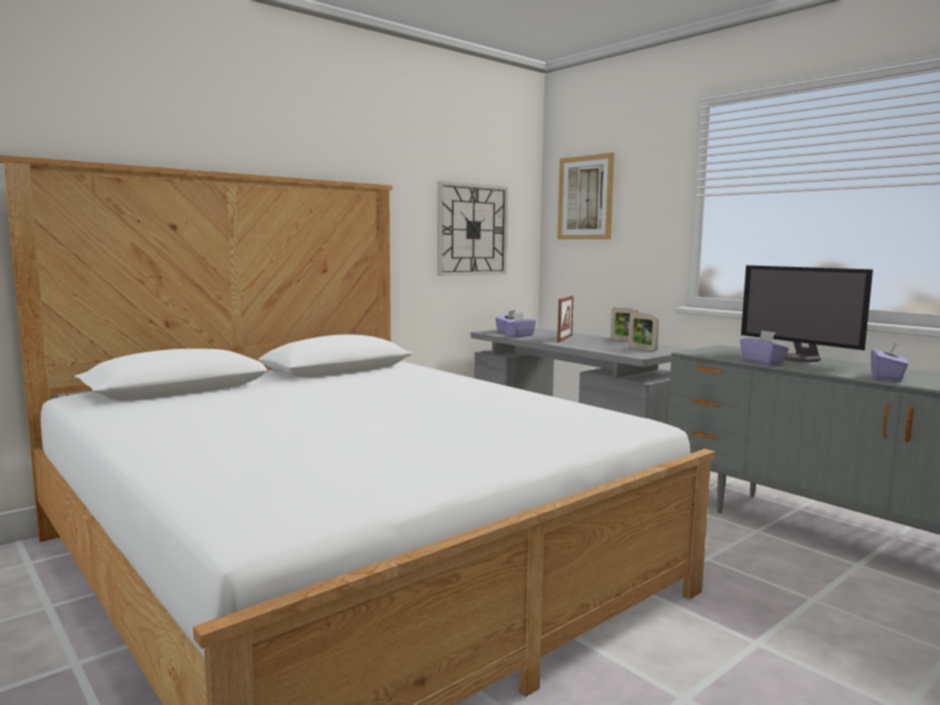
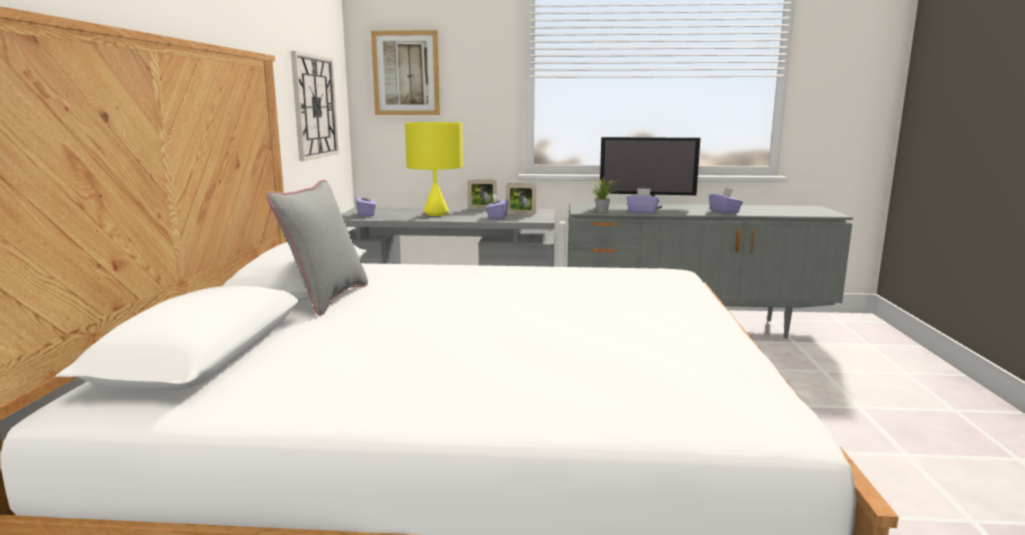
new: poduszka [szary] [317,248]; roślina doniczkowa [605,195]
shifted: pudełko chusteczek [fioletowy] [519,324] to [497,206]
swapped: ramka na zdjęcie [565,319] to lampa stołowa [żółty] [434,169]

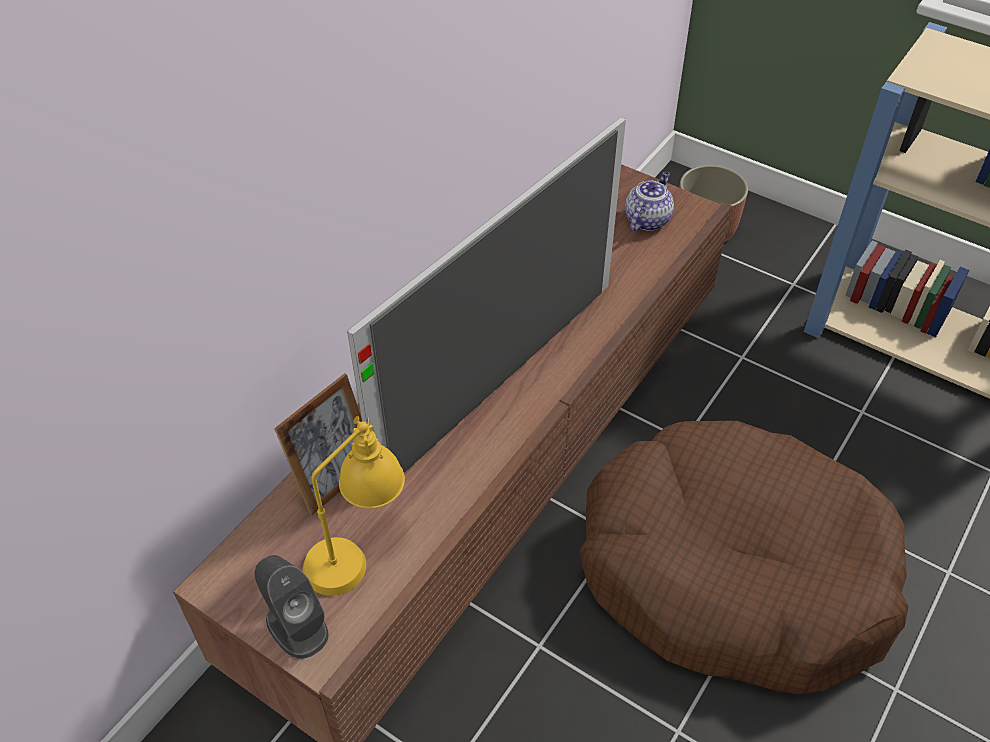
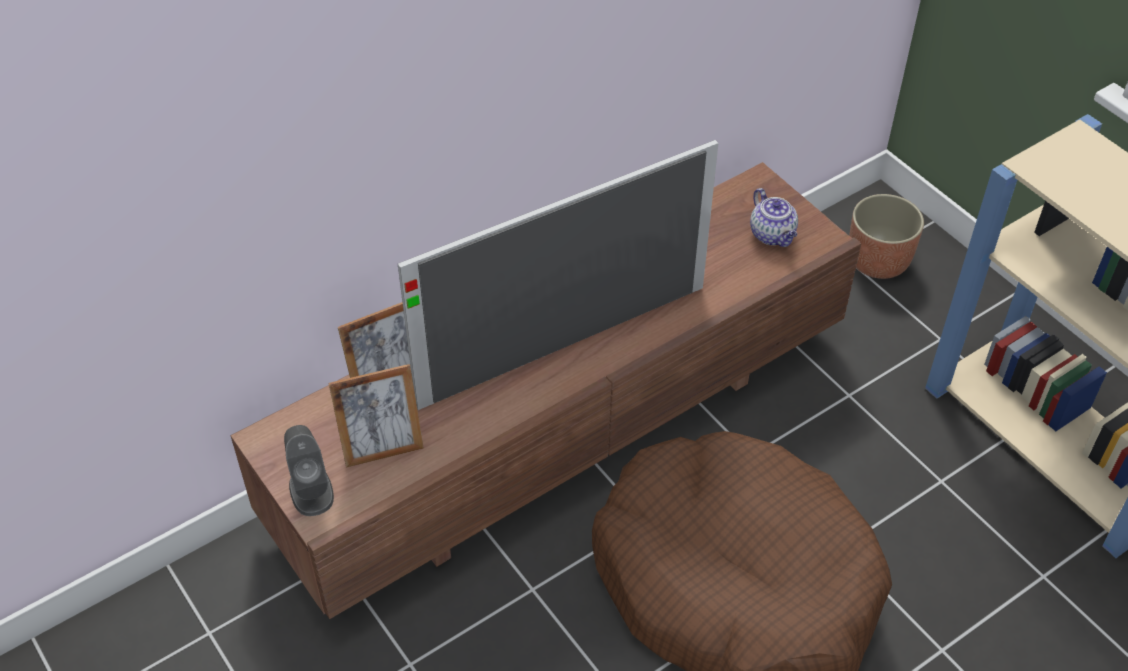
swapped: lampa stołowa [żółty] [354,506] to ramka na zdjęcie [376,415]
rotated: imbryk [649,201] = [774,217] 105 degrees clockwise

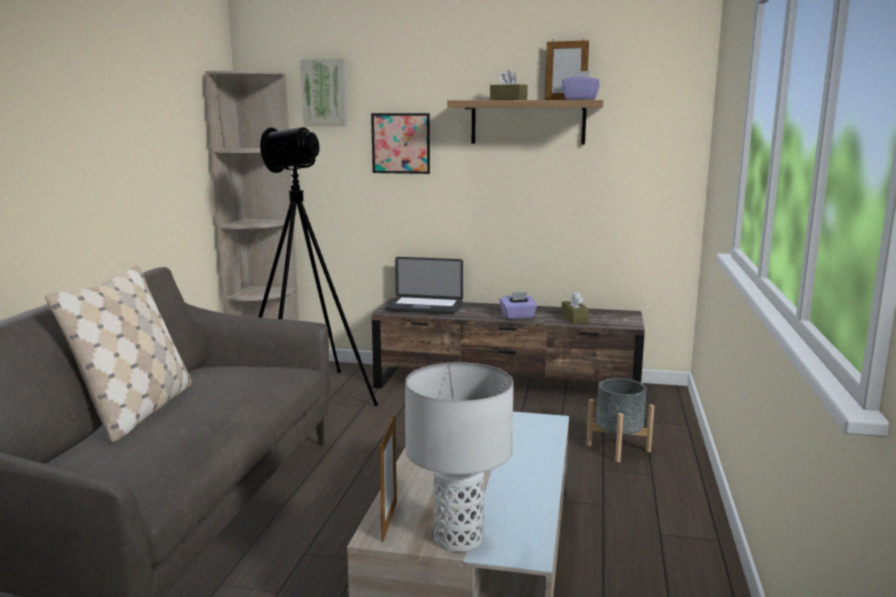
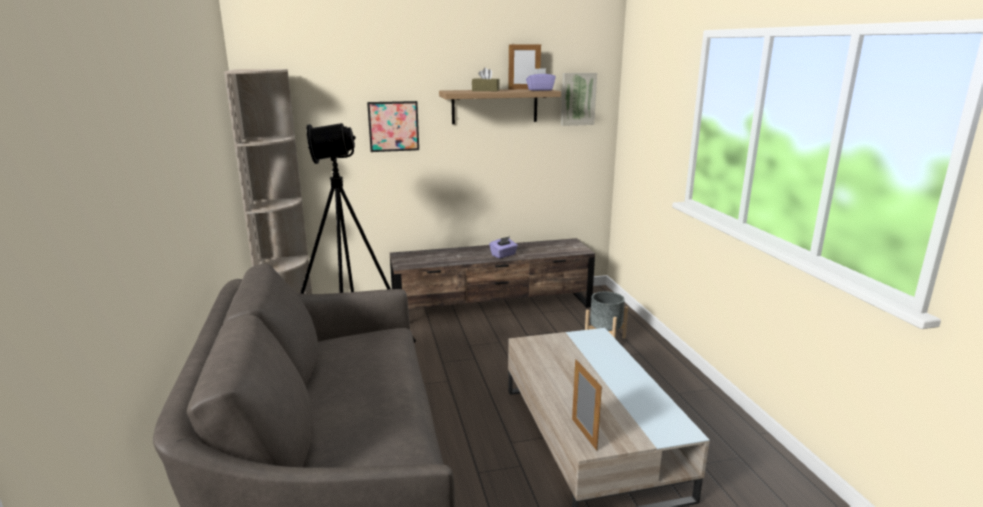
gone: poduszka [beżowy] [118,353]; laptop [424,285]; lampa stołowa [biały] [459,457]; pudełko chusteczek [brązowy] [575,308]
shifted: obraz [324,93] to [579,99]

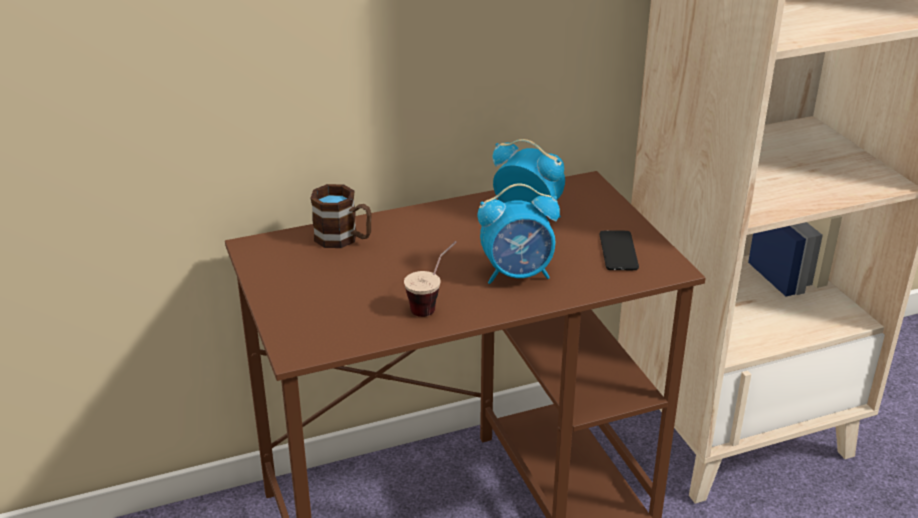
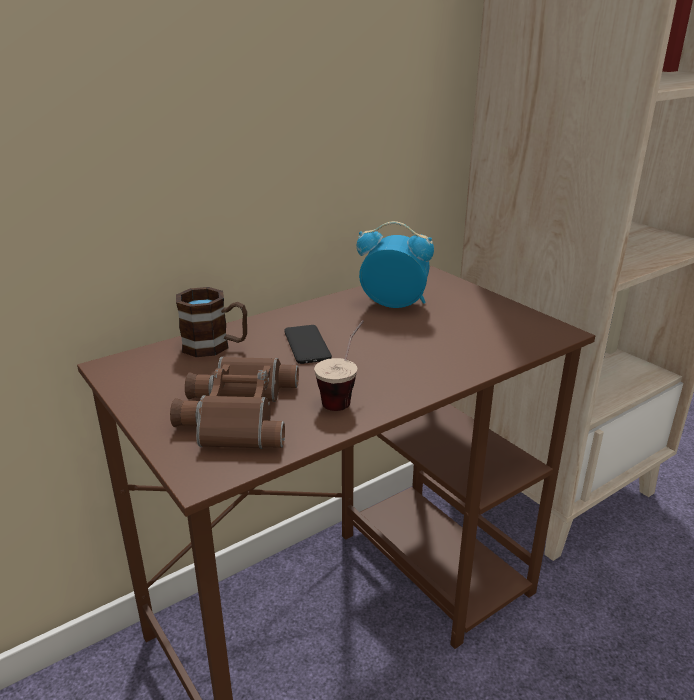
gone: budzik [519,233]
new: lornetka [brązowy] [234,403]
shifted: telefon [619,250] to [308,344]

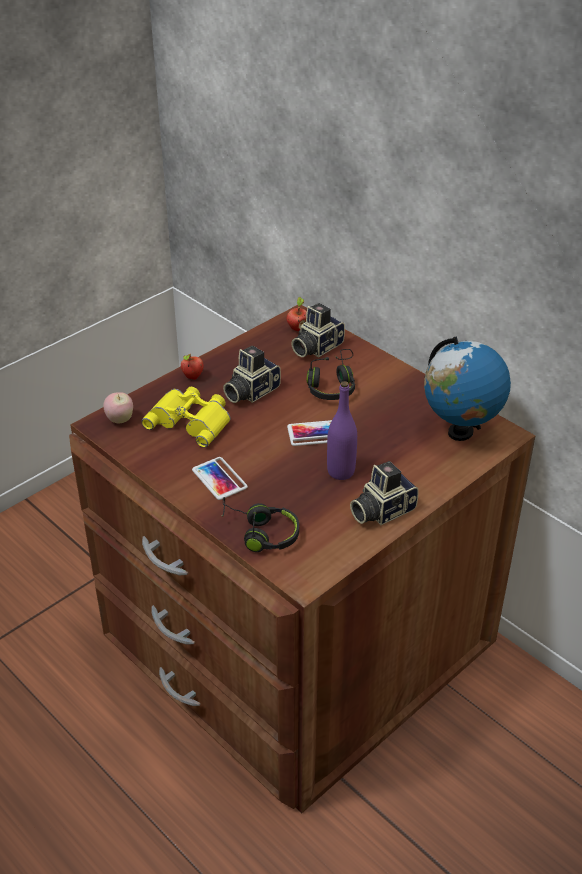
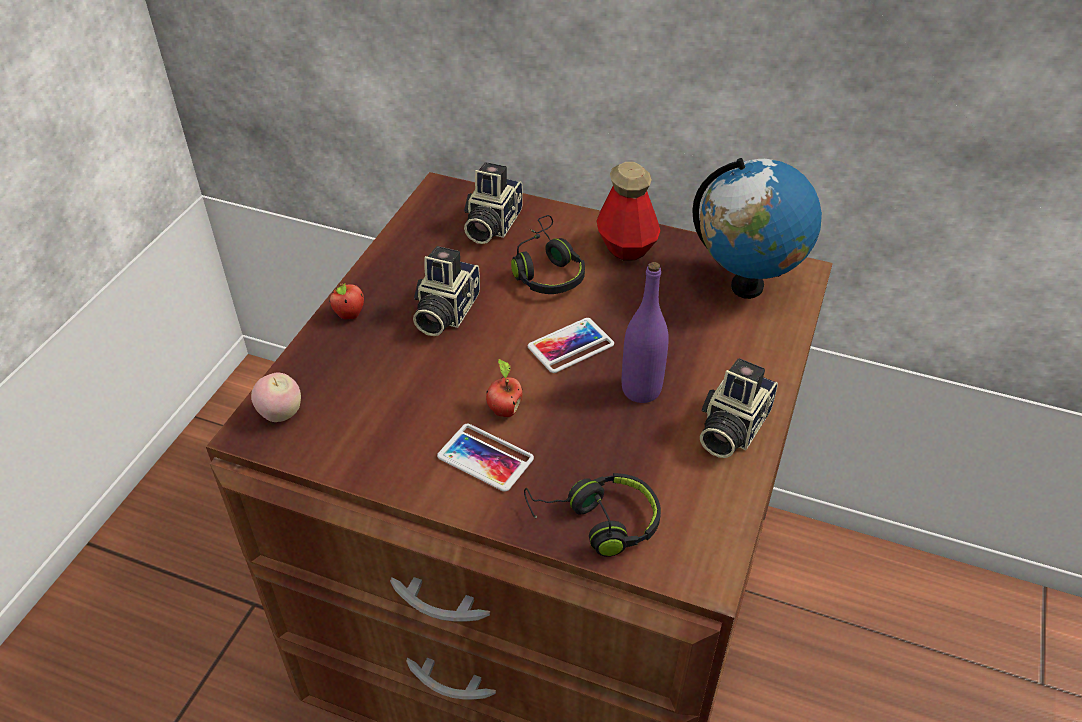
gone: lornetka [żółty] [186,417]
new: butelka [628,211]
shifted: jabłko [297,314] to [504,388]

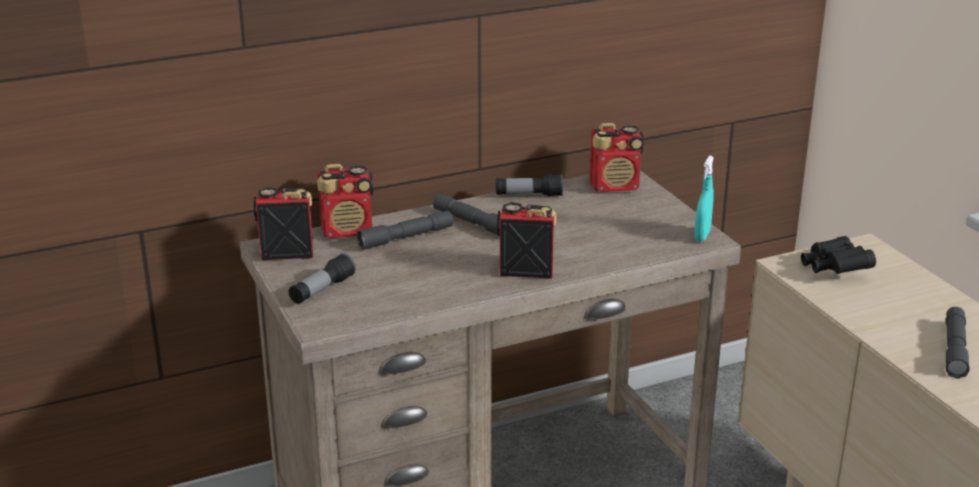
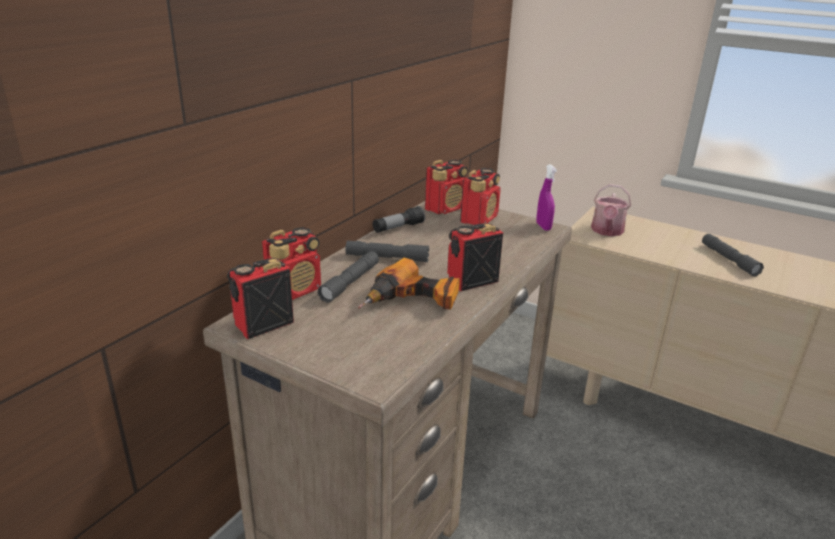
gone: latarka [322,278]
new: wiertarka [409,284]; radio [480,196]
swapped: lornetka [czarny] [838,255] to konewka [611,210]
repainted: spryskiwacz [turkusowy] [704,199] to spryskiwacz [fioletowy] [546,197]

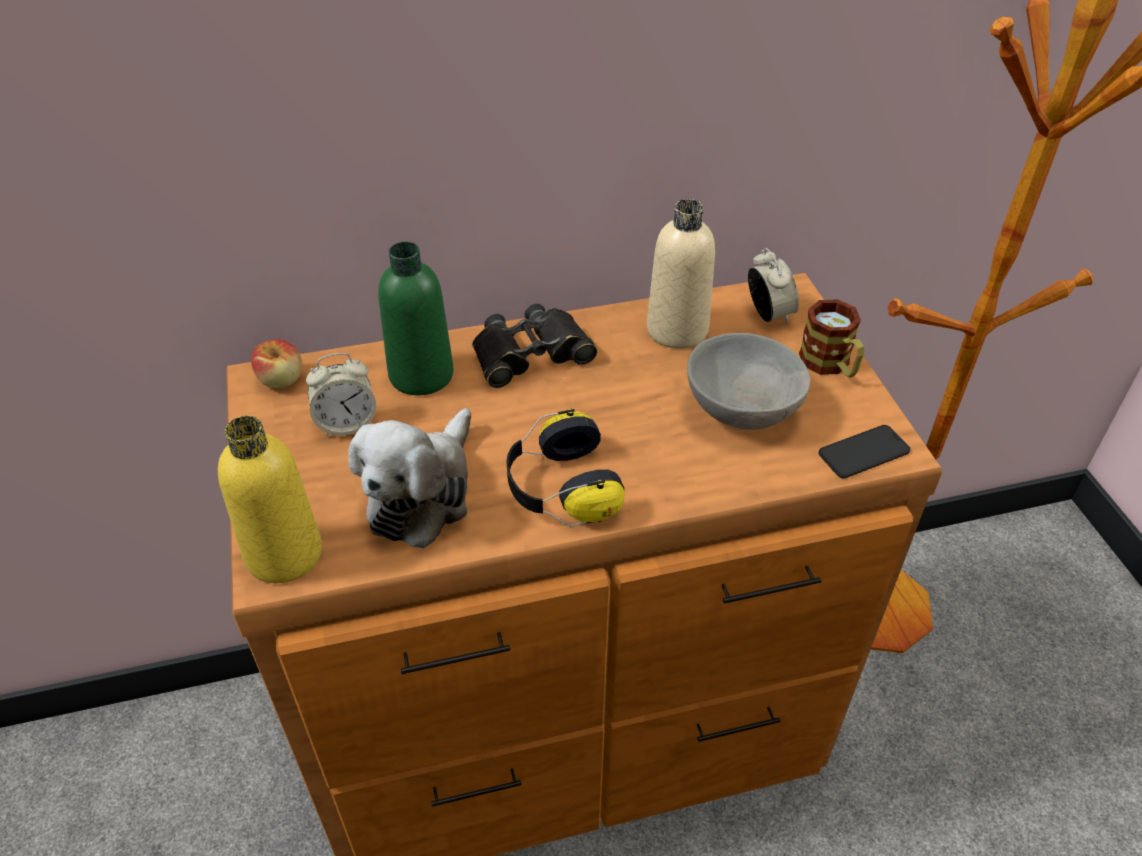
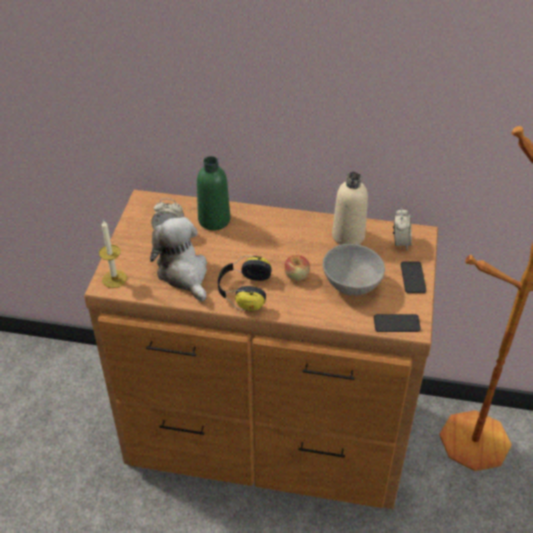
gone: lornetka [czarny] [534,346]
shifted: jabłko [276,363] to [297,268]
swapped: butelka [żółty] [270,499] to świeca [113,254]; kubek [831,338] to telefon [413,277]
rotated: pluszak [409,478] = [178,259] 105 degrees clockwise

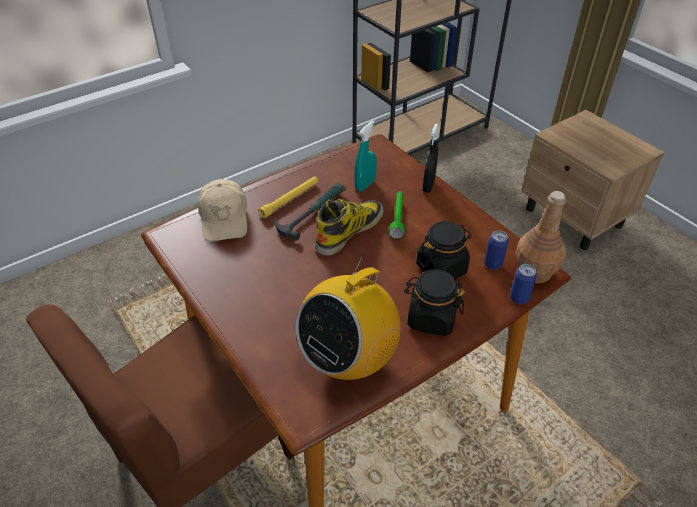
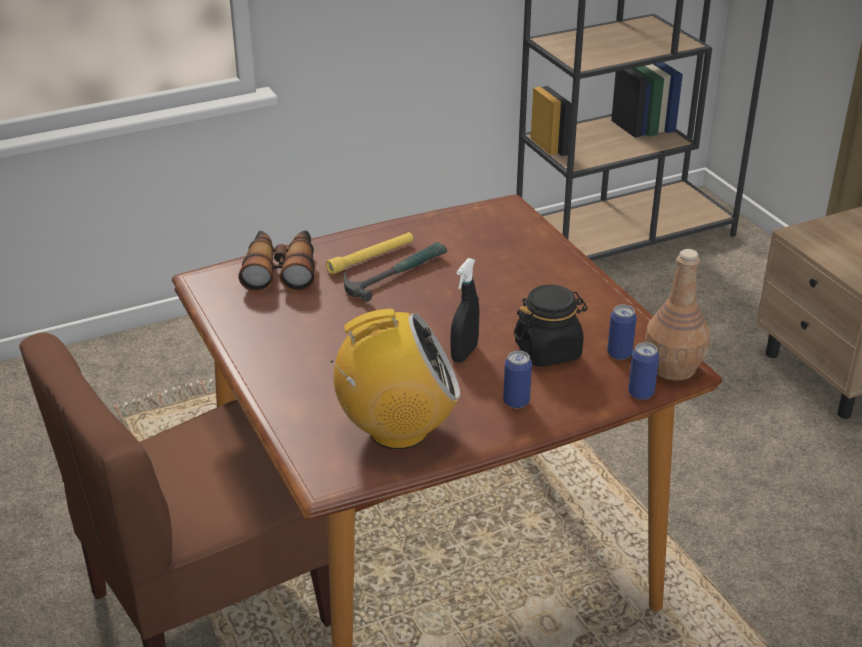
gone: but z cholewką [349,227]; spryskiwacz [turkusowy] [366,156]; latarka [zielony] [397,215]
shifted: spryskiwacz [czarny] [431,158] to [464,310]
swapped: czapka z daszkiem [beżowy] [222,210] to lornetka [276,261]; słoik [czarny] [434,302] to puszka [517,379]
rotated: radio [348,317] = [395,379] 150 degrees counterclockwise

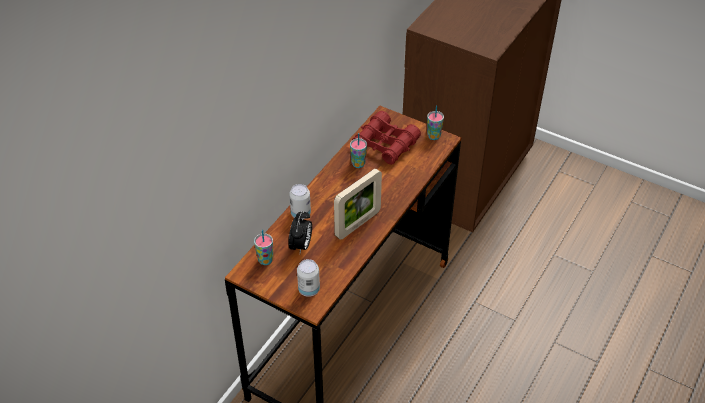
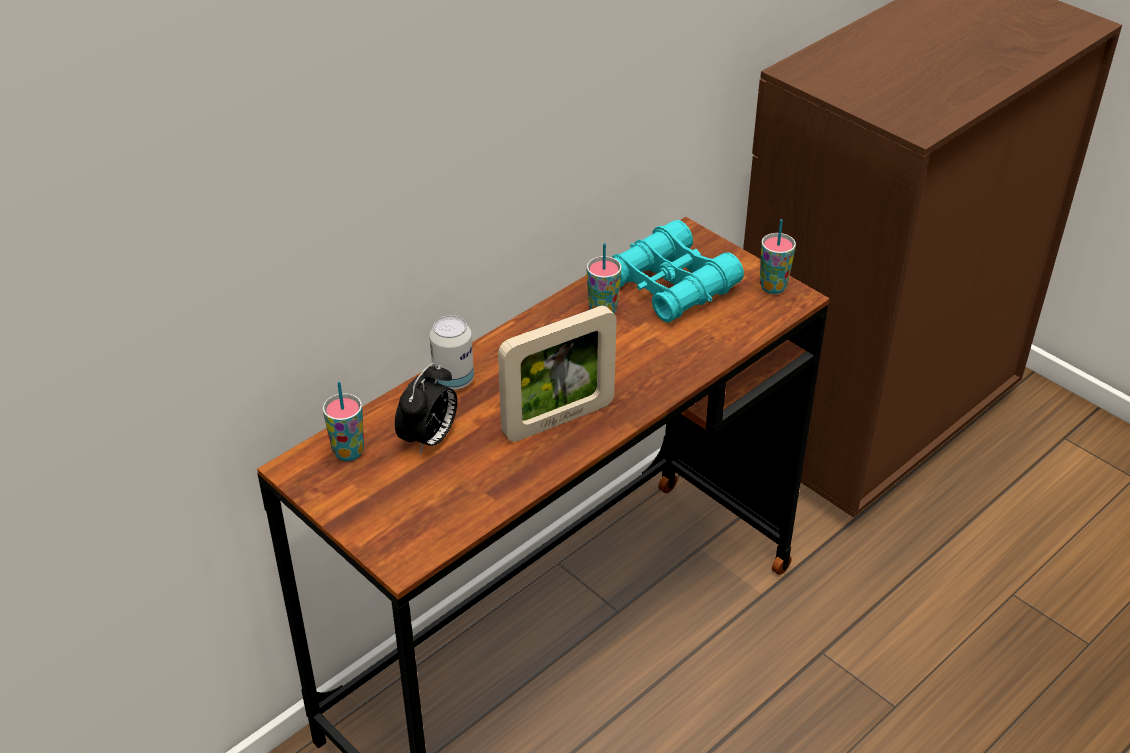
gone: puszka [308,278]
repainted: lornetka [czerwony] [386,138] to lornetka [turkusowy] [678,271]

